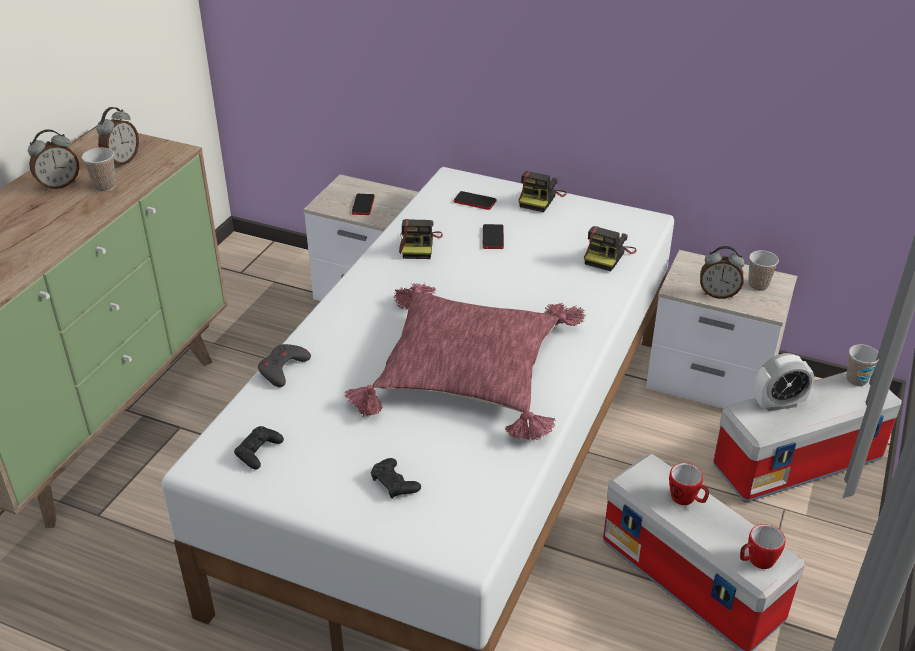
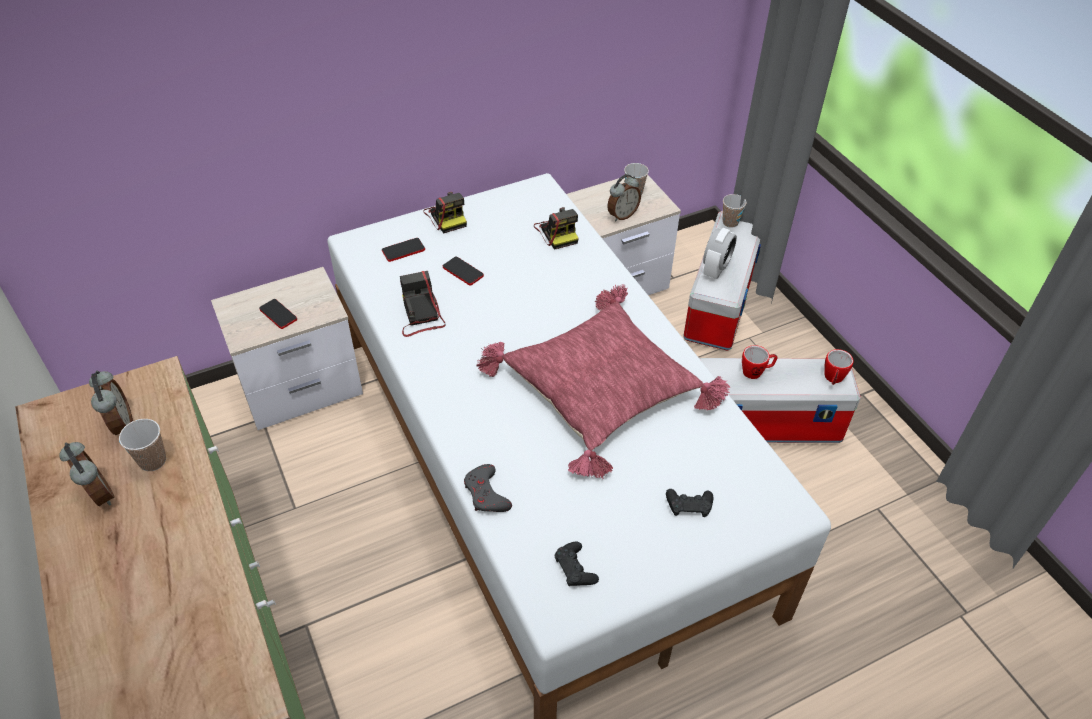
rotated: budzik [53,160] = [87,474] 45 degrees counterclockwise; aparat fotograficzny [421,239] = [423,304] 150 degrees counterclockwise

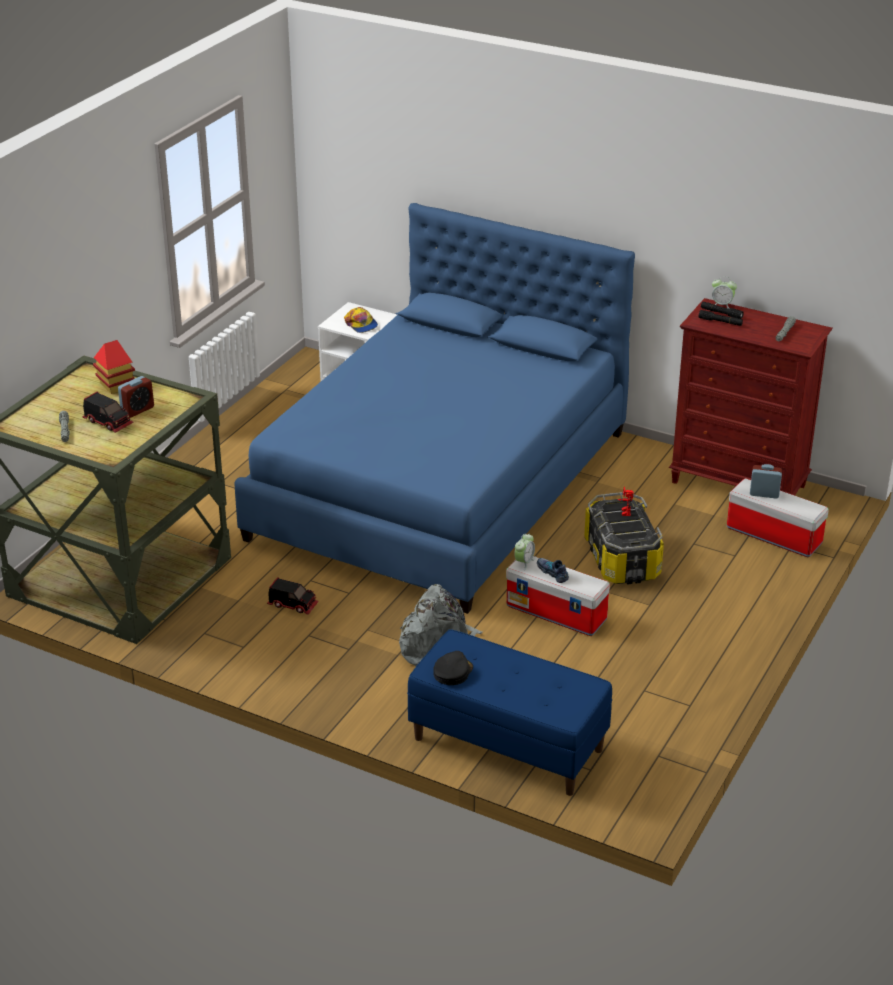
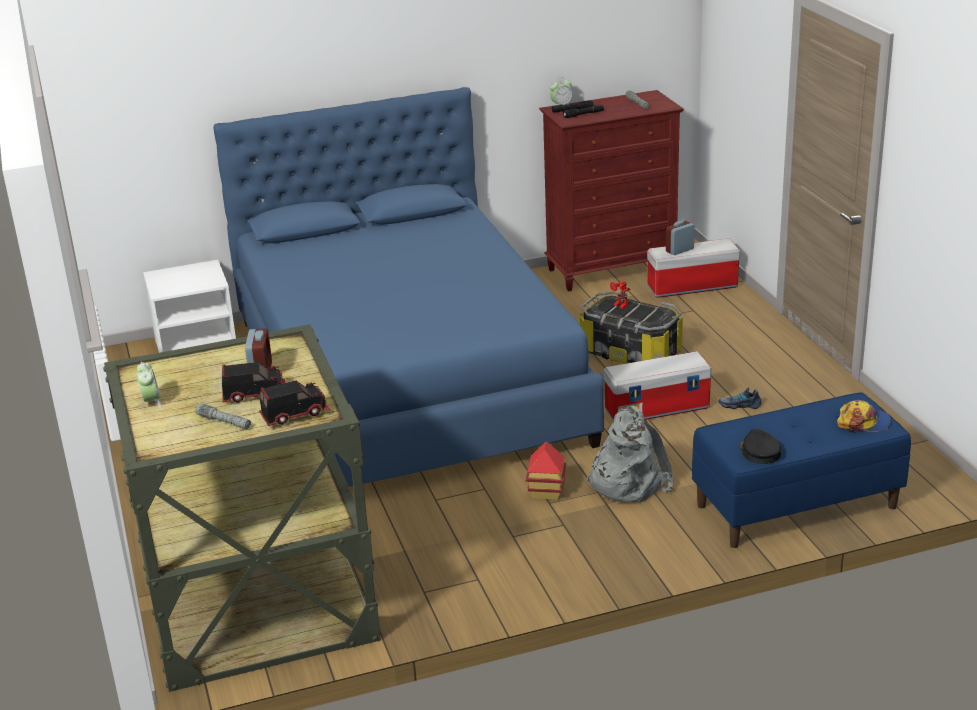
shifted: domek [114,367] to [546,470]; ciężarówka zabawkowa [293,596] to [294,403]; czapka z daszkiem [361,320] to [864,416]; budzik [524,551] to [149,385]; but [553,570] to [740,398]

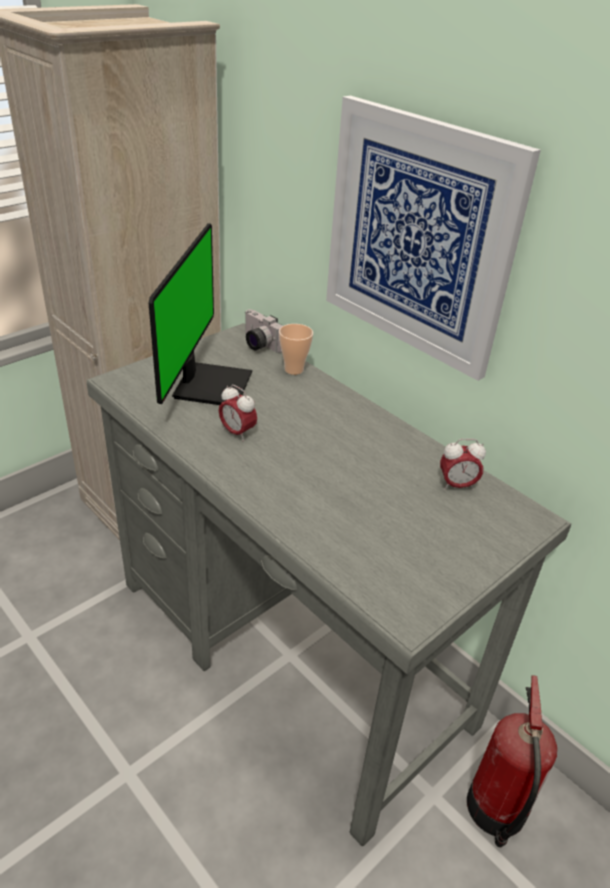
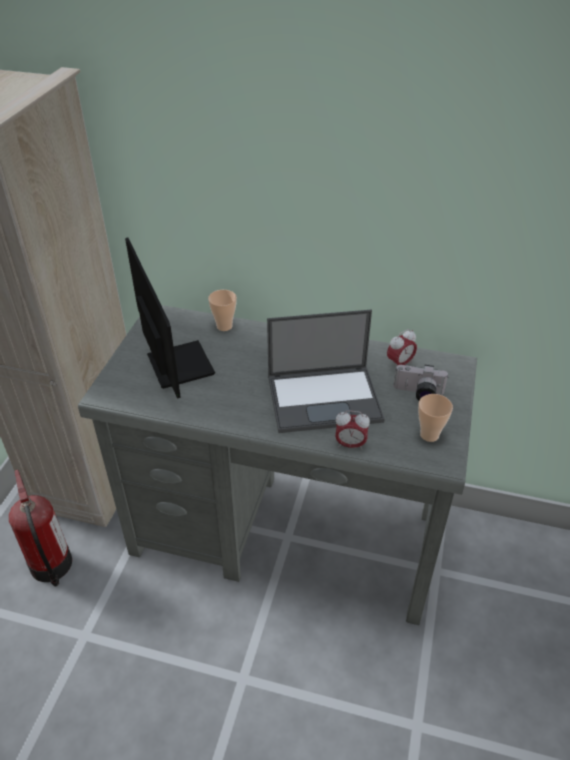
gone: obraz [433,238]
new: laptop [325,371]; filiżanka [435,418]
shifted: budzik [238,413] to [352,430]; aparat fotograficzny [264,331] to [421,382]; gaśnica [512,761] to [40,528]

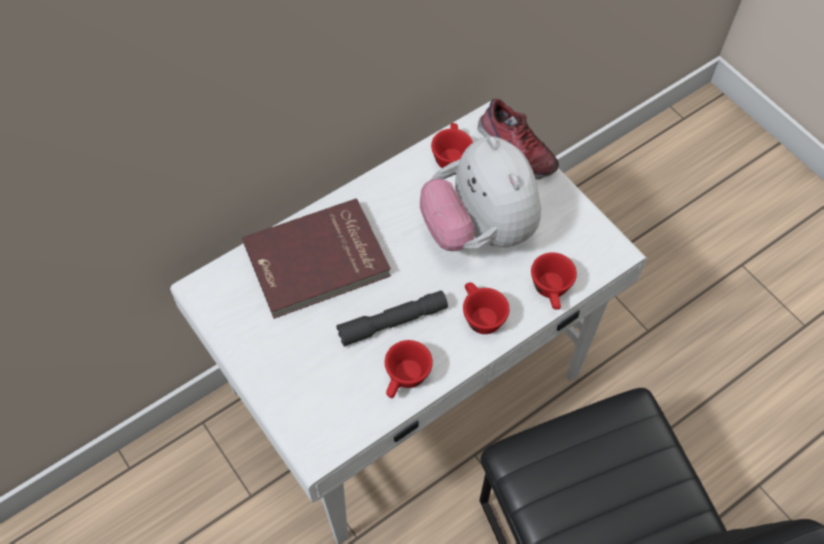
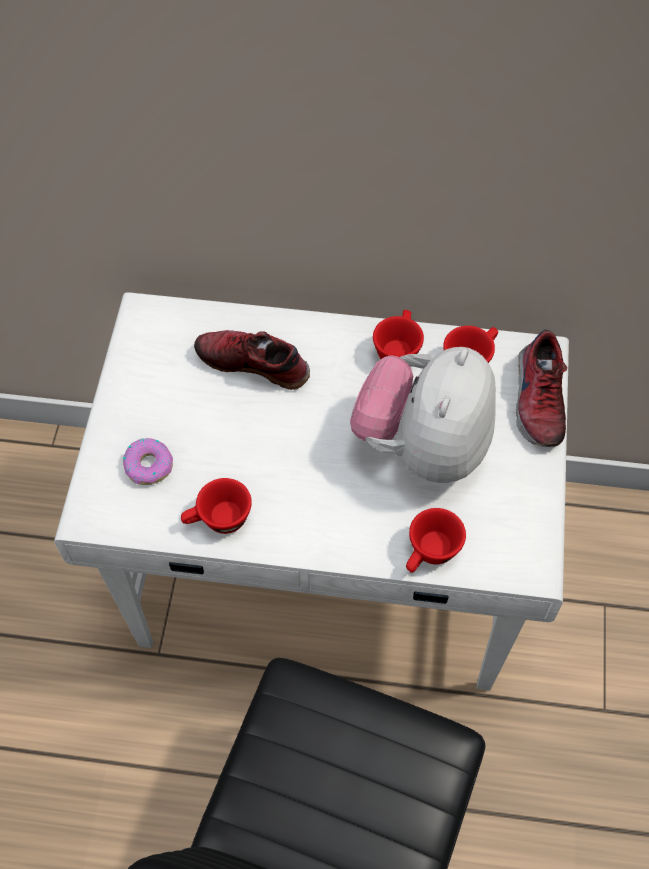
gone: latarka [szary] [392,318]
new: donut [148,461]
shifted: filiżanka [czerwony] [486,308] to [398,334]
swapped: książka [czerwony] [316,258] to but [252,360]

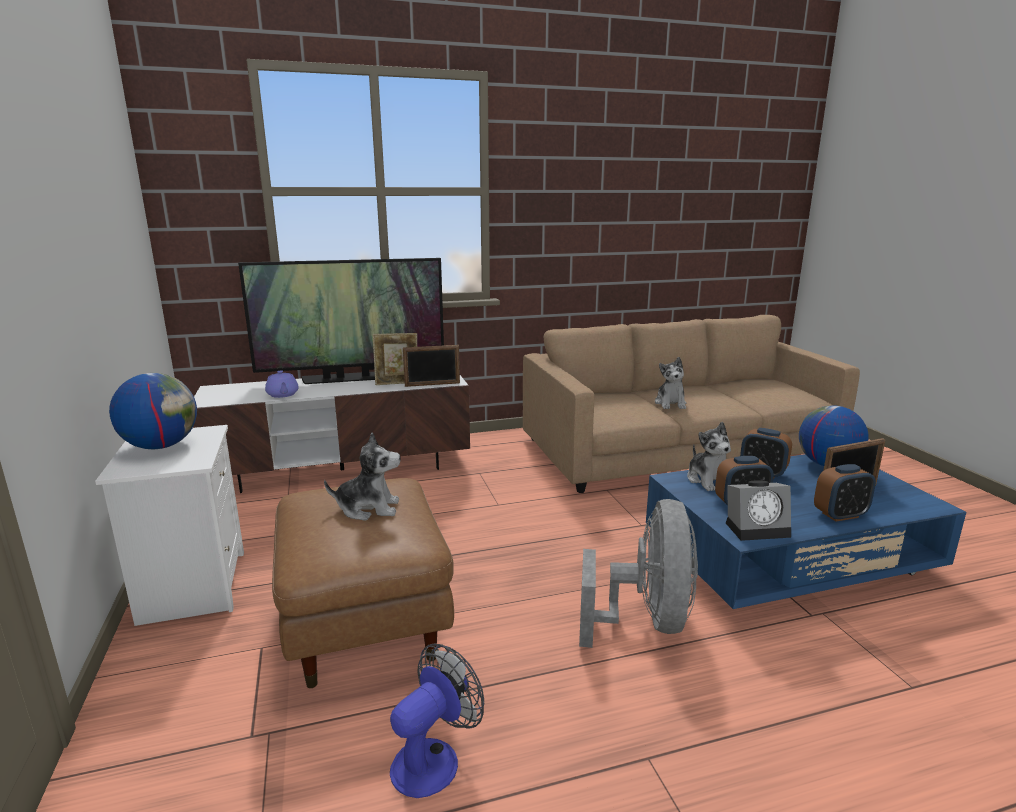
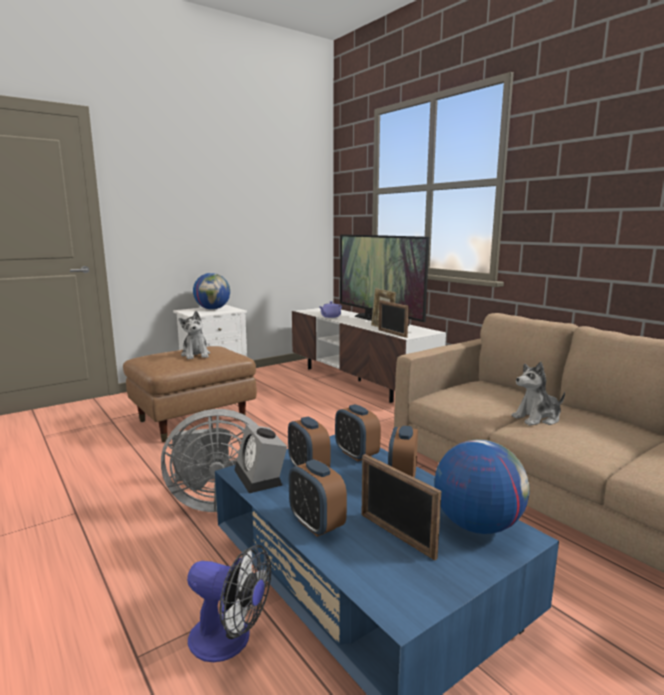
shifted: wentylator [437,720] to [229,603]
swapped: pluszak [709,456] to budzik [358,432]

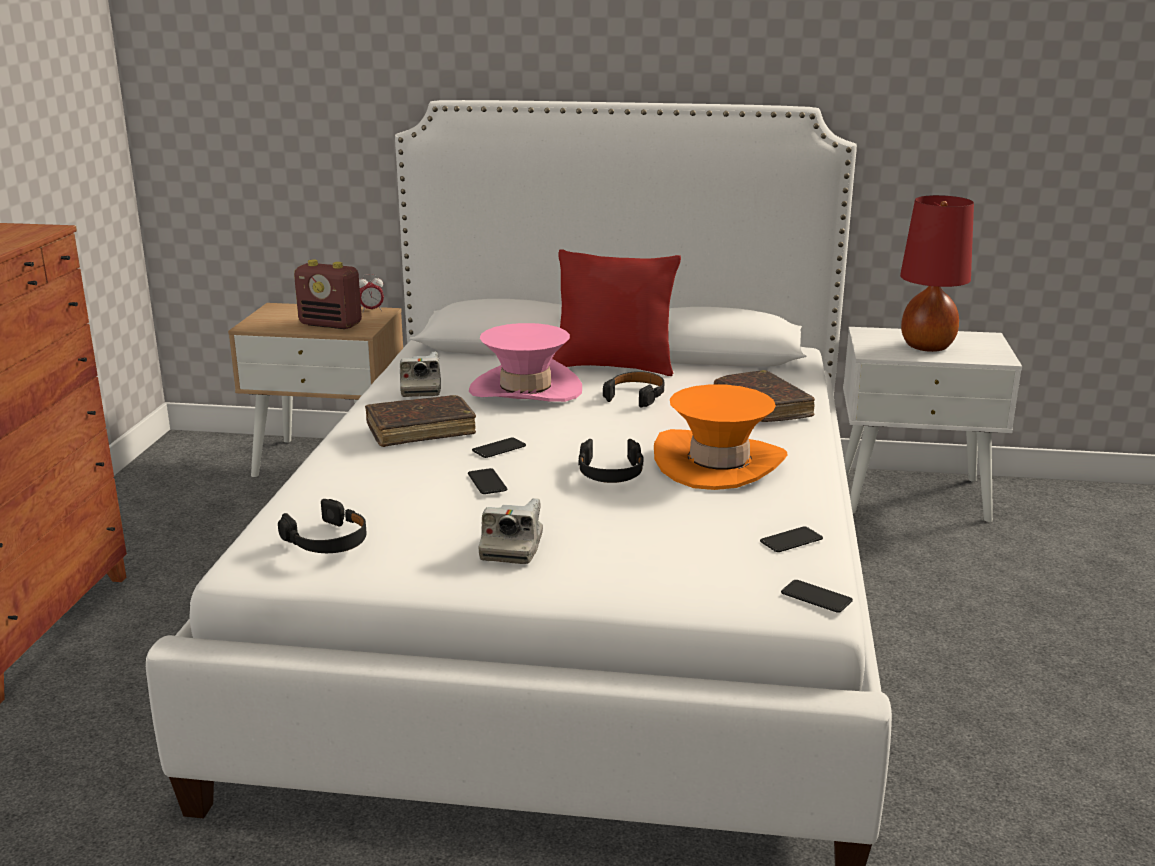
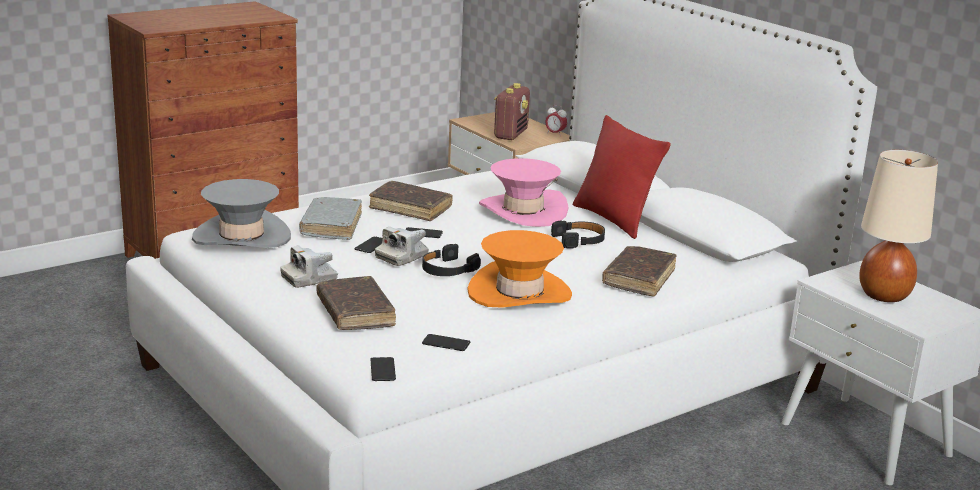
new: książka [szary] [330,218]; książka [brązowy] [356,303]
shifted: aparat fotograficzny [420,374] to [402,246]
swapped: słuchawki [czarny] [322,526] to kapelusz [szary] [241,213]
repainted: lampa stołowa [czerwony] [937,273] to lampa stołowa [beżowy] [898,226]
rotated: radio [328,294] = [512,111] 135 degrees counterclockwise

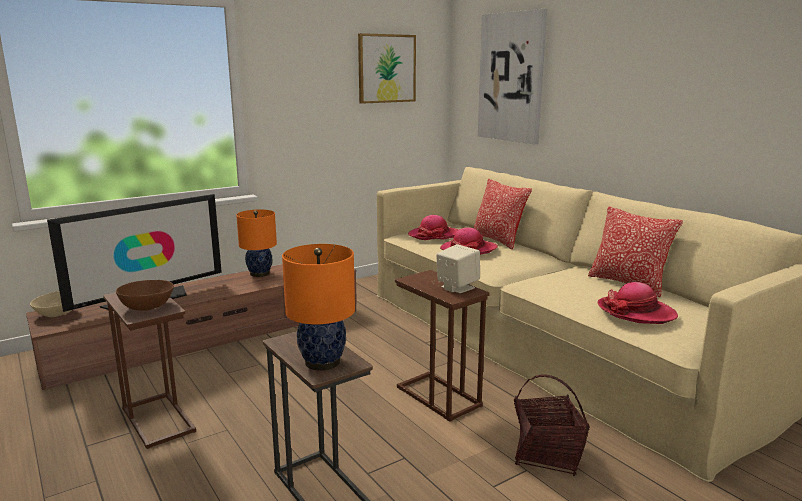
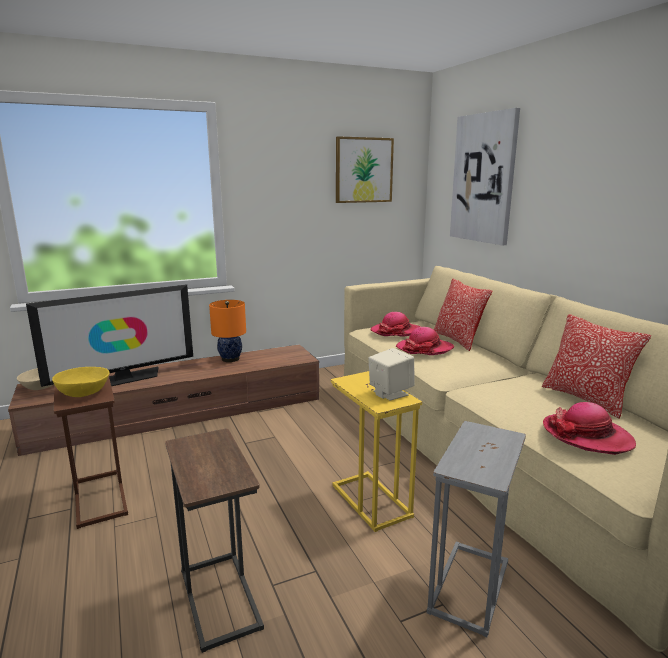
gone: lampa stołowa [pomarańczowy] [318,307]
swapped: koszyk [552,425] to stolik [szary] [476,529]
repainted: miska [brązowy] [145,295] to miska [żółty] [81,382]; stolik [brązowy] [442,346] to stolik [żółty] [376,451]

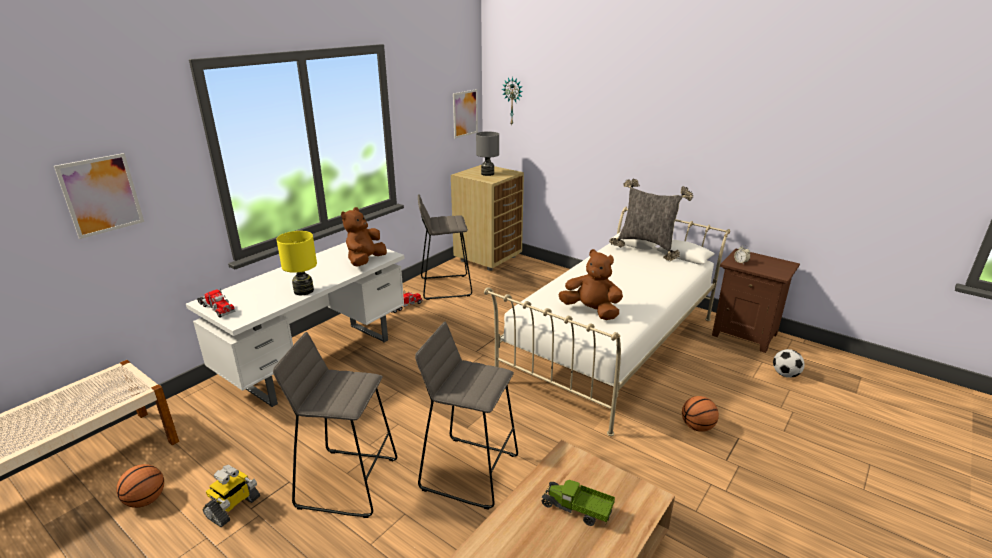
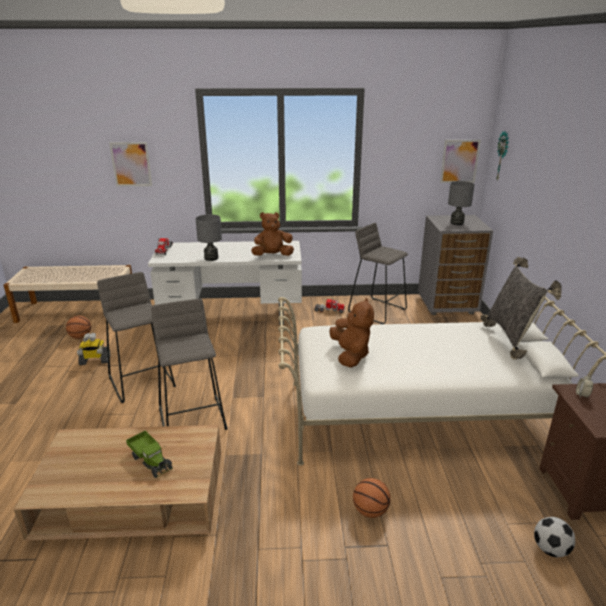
repainted: lampa stołowa [żółty] [296,263] to lampa stołowa [szary] [208,237]; komoda [brązowy] [487,218] to komoda [szary] [455,265]
rotated: ciężarówka zabawkowa [578,503] = [149,454] 150 degrees clockwise

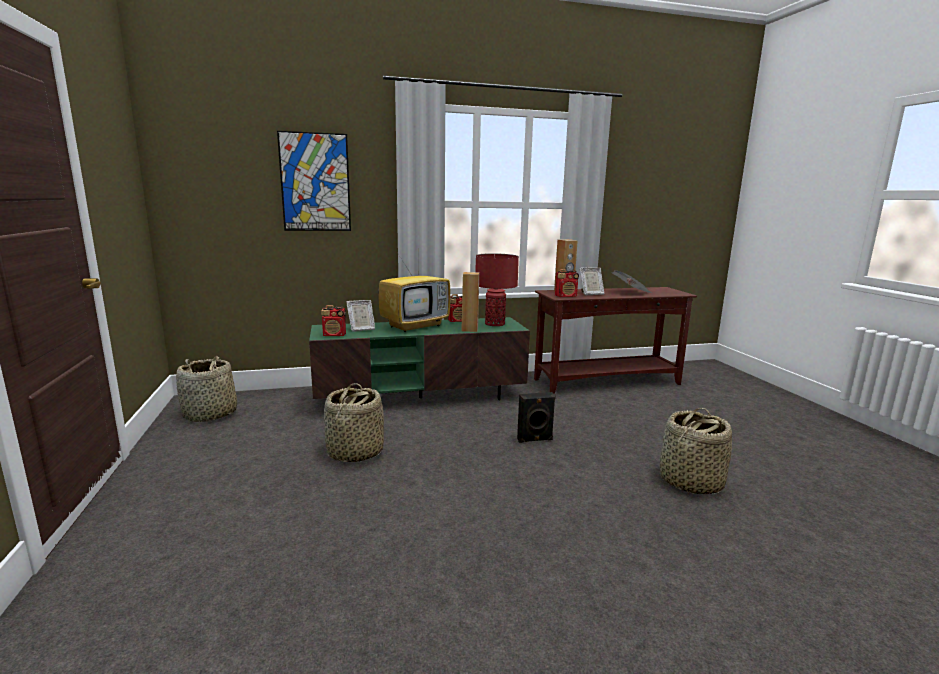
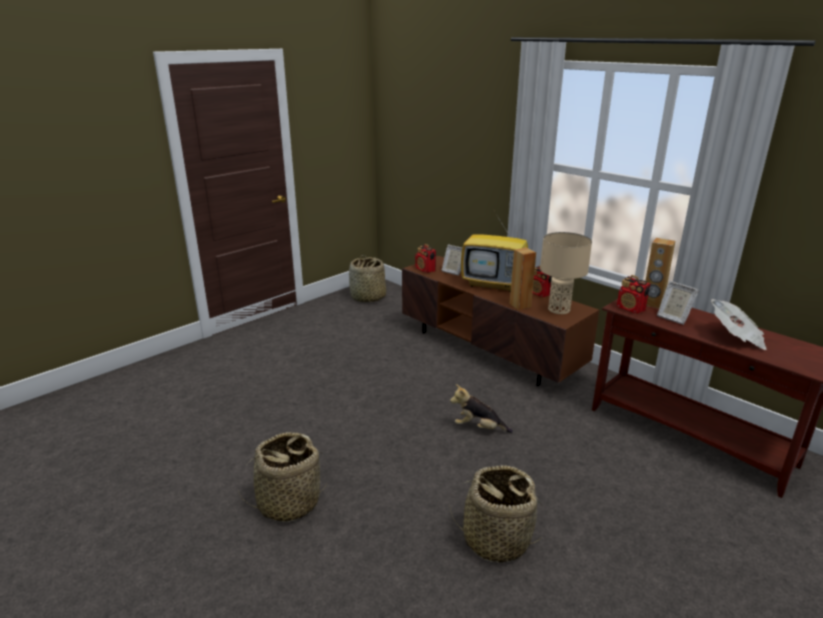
gone: obraz [314,181]
shifted: koszyk [354,422] to [283,477]
swapped: głośnik [czarny] [536,417] to pluszak [481,408]
repainted: szafka pod telewizor [zielony] [419,358] to szafka pod telewizor [brązowy] [500,321]; lampa stołowa [czerwony] [497,289] to lampa stołowa [beżowy] [566,273]

